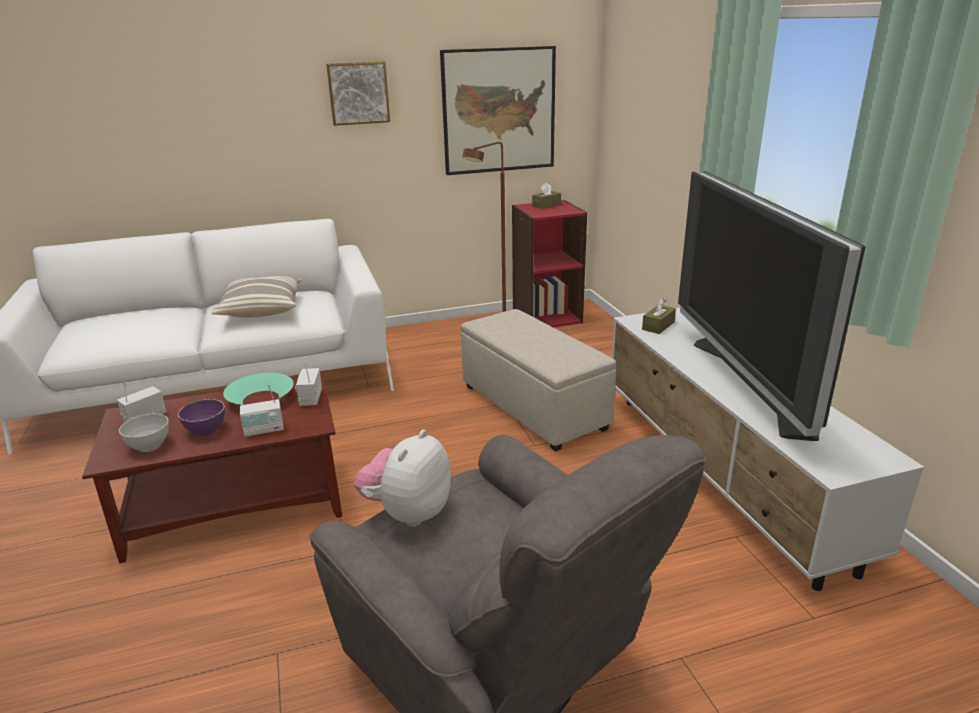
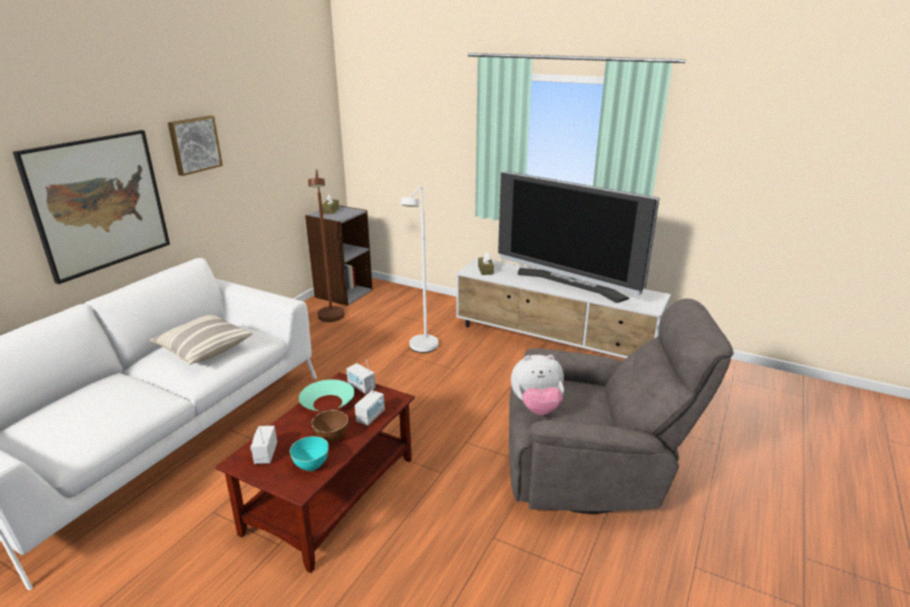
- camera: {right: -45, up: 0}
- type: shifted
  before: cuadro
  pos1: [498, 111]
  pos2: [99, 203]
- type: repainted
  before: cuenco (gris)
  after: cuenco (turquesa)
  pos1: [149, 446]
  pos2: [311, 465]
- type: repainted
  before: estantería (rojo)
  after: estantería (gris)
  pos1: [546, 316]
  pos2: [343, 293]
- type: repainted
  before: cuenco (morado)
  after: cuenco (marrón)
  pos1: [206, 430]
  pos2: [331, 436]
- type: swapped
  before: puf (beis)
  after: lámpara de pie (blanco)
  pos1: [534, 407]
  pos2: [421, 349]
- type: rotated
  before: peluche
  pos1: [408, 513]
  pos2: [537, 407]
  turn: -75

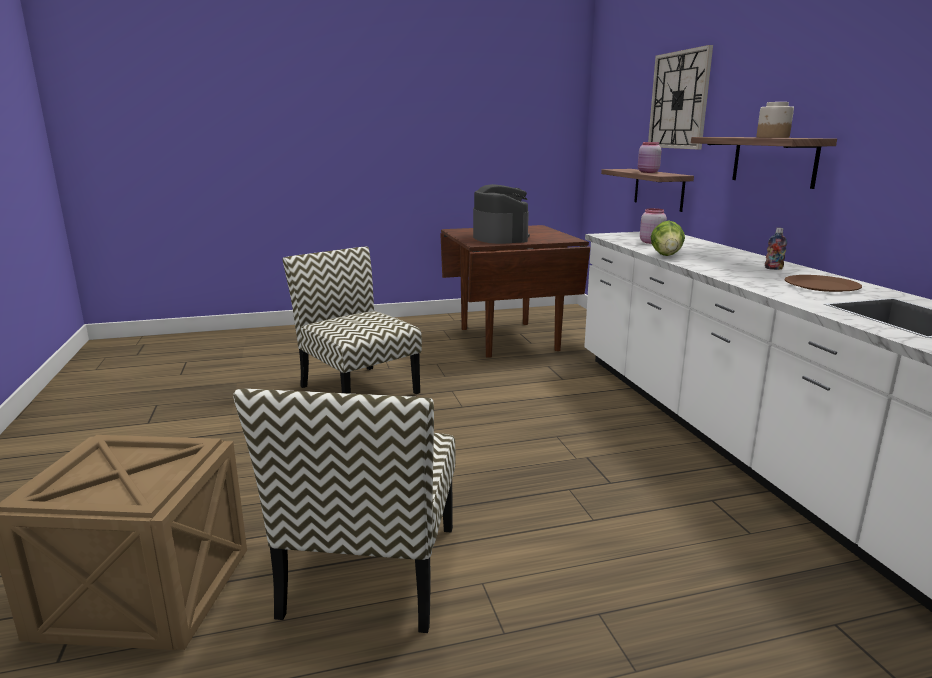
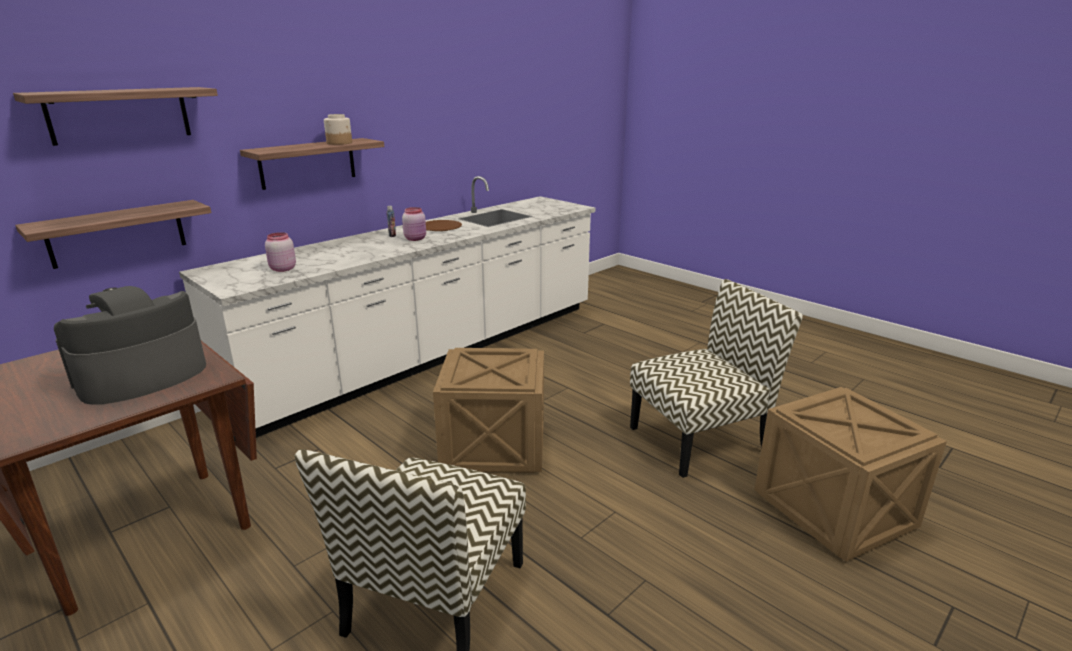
- camera: {right: -120, up: 5}
- type: swapped
  before: reloj de pared
  after: estante
  pos1: [679, 100]
  pos2: [119, 115]
- type: shifted
  before: tarro (rosa)
  pos1: [648, 172]
  pos2: [416, 239]
- type: new
  after: caja de embalaje
  pos2: [492, 446]
- type: gone
  before: lechuga
  pos1: [666, 255]

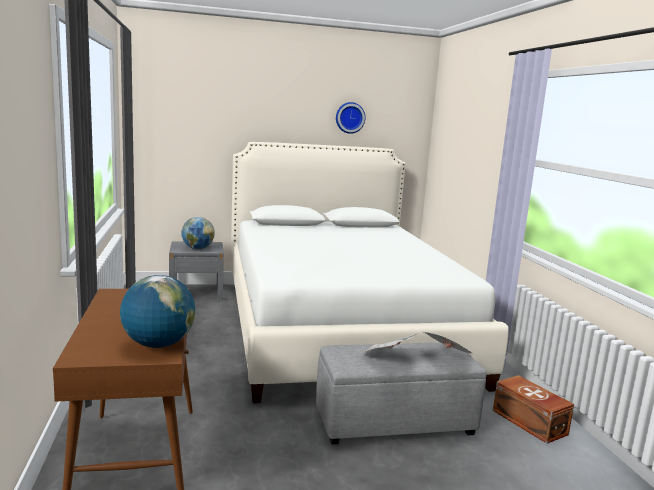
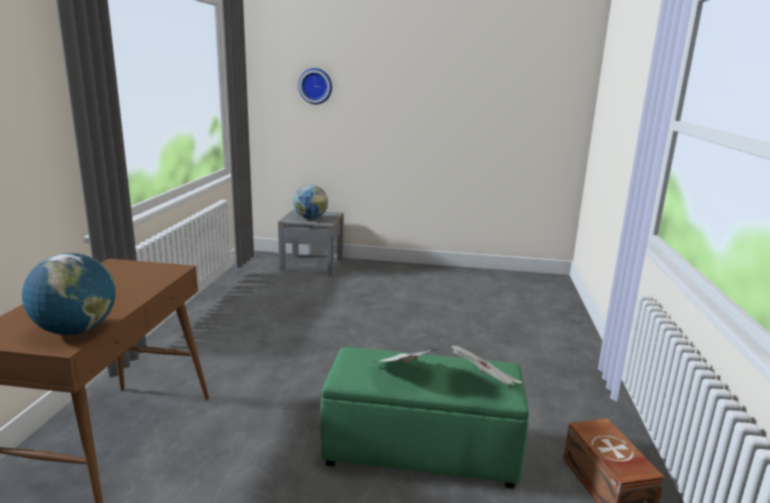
- camera: {right: 20, up: 5}
- type: shifted
  before: reloj de pared
  pos1: [349, 117]
  pos2: [316, 86]
- type: repainted
  before: puf (gris)
  after: puf (verde)
  pos1: [395, 422]
  pos2: [422, 451]
- type: gone
  before: cama (blanco)
  pos1: [339, 328]

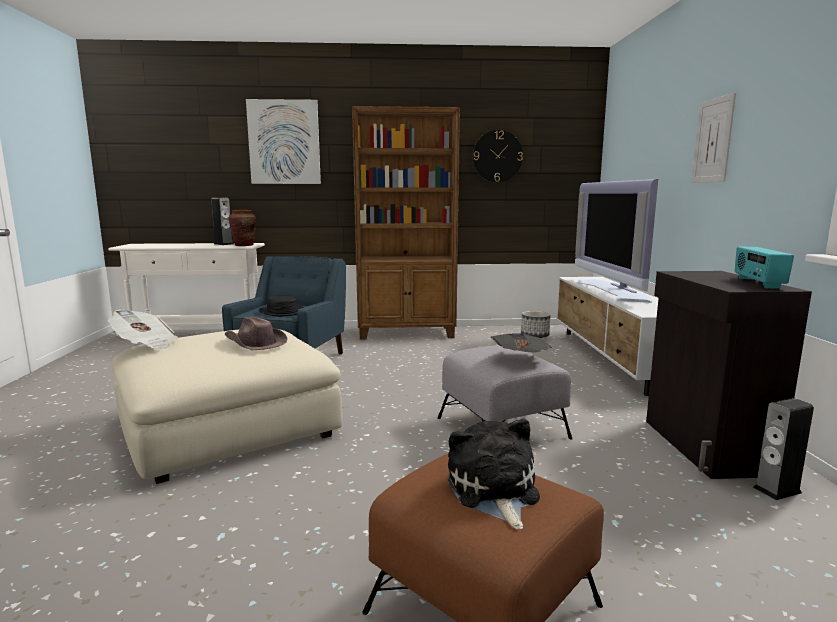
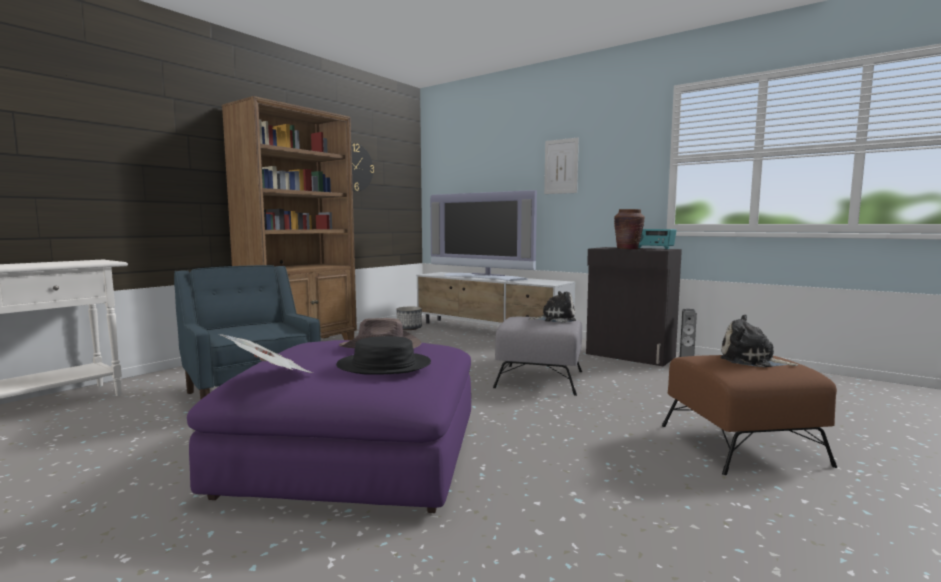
- camera: {right: -50, up: -5}
- type: repainted
  before: puf (beis)
  after: puf (morado)
  pos1: [228, 425]
  pos2: [355, 455]
- type: shifted
  before: sombrero (negro)
  pos1: [282, 311]
  pos2: [384, 365]
- type: swapped
  before: periódico
  after: peluche
  pos1: [521, 359]
  pos2: [555, 319]
- type: shifted
  before: florero (marrón)
  pos1: [244, 245]
  pos2: [627, 249]
- type: gone
  before: altavoz
  pos1: [223, 244]
- type: gone
  before: cuadro
  pos1: [284, 142]

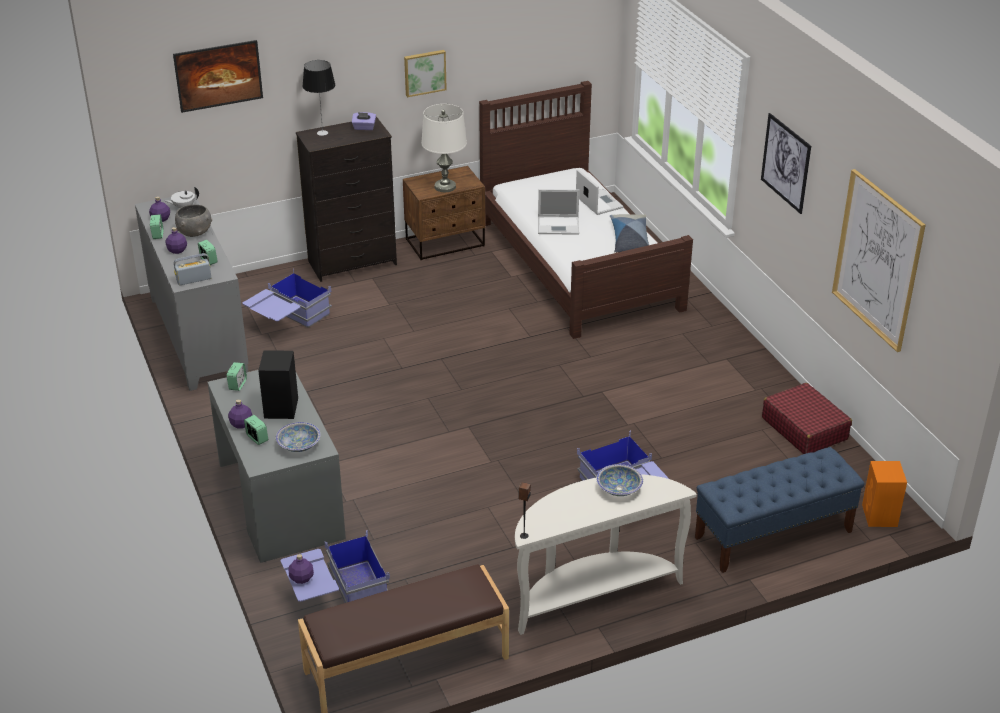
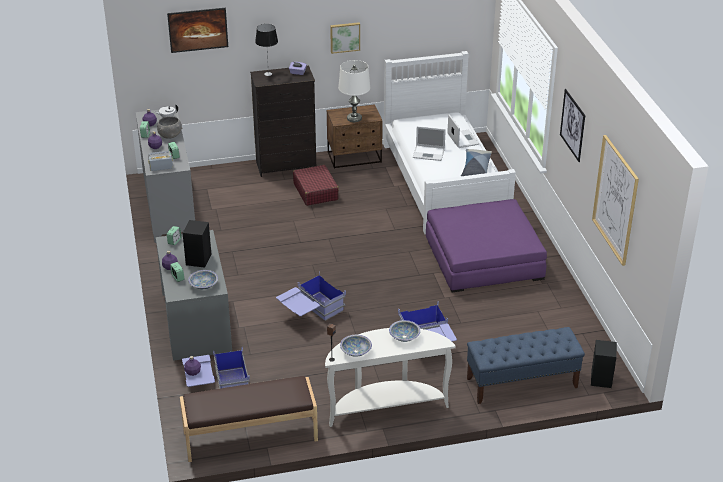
- camera: {right: 10, up: 0}
- type: shifted
  before: caja de almacenaje (azul)
  pos1: [288, 320]
  pos2: [310, 313]
- type: shifted
  before: maleta (rojo)
  pos1: [804, 428]
  pos2: [316, 191]
- type: new
  after: cuenco
  pos2: [355, 351]
- type: repainted
  before: cama (marrón)
  after: cama (blanco)
  pos1: [578, 264]
  pos2: [444, 181]
- type: new
  after: puf (morado)
  pos2: [483, 258]
- type: repainted
  before: altavoz (naranja)
  after: altavoz (negro)
  pos1: [879, 516]
  pos2: [601, 379]

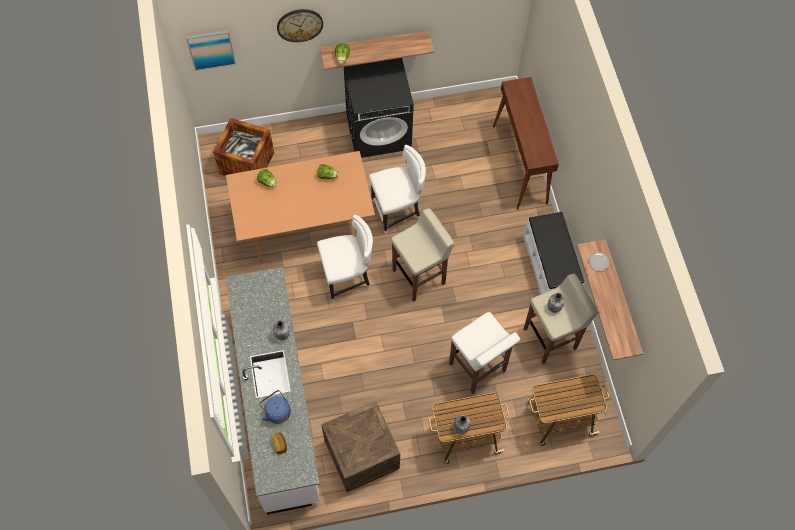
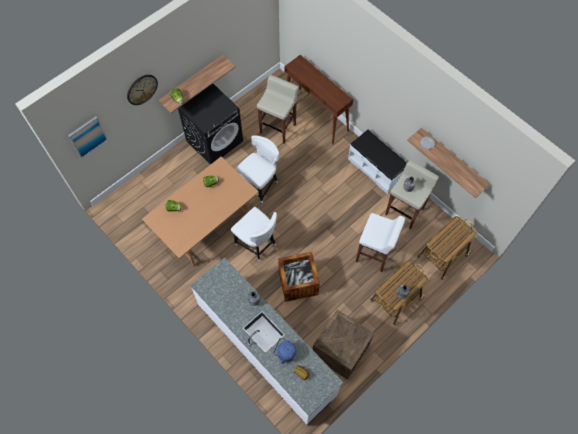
- camera: {right: -30, up: 0}
- type: rotated
  before: silla (blanco)
  pos1: [347, 278]
  pos2: [257, 244]
  turn: 90
- type: shifted
  before: taburete (beis)
  pos1: [419, 276]
  pos2: [278, 128]
- type: shifted
  before: caja de embalaje
  pos1: [247, 163]
  pos2: [298, 282]

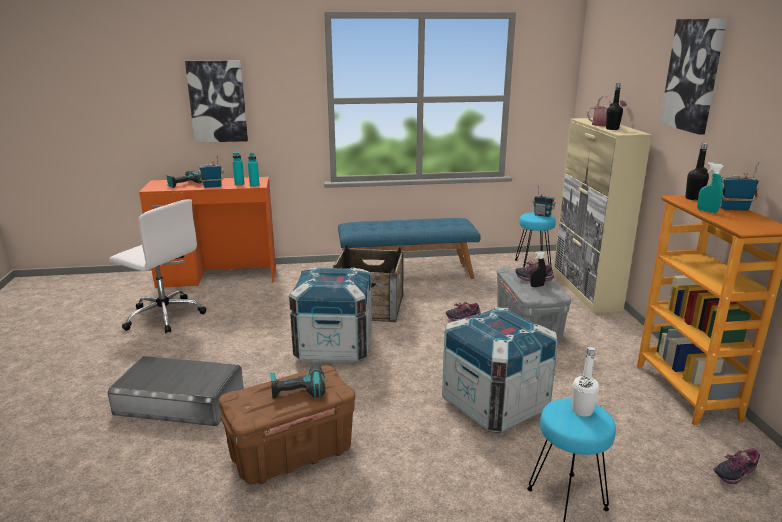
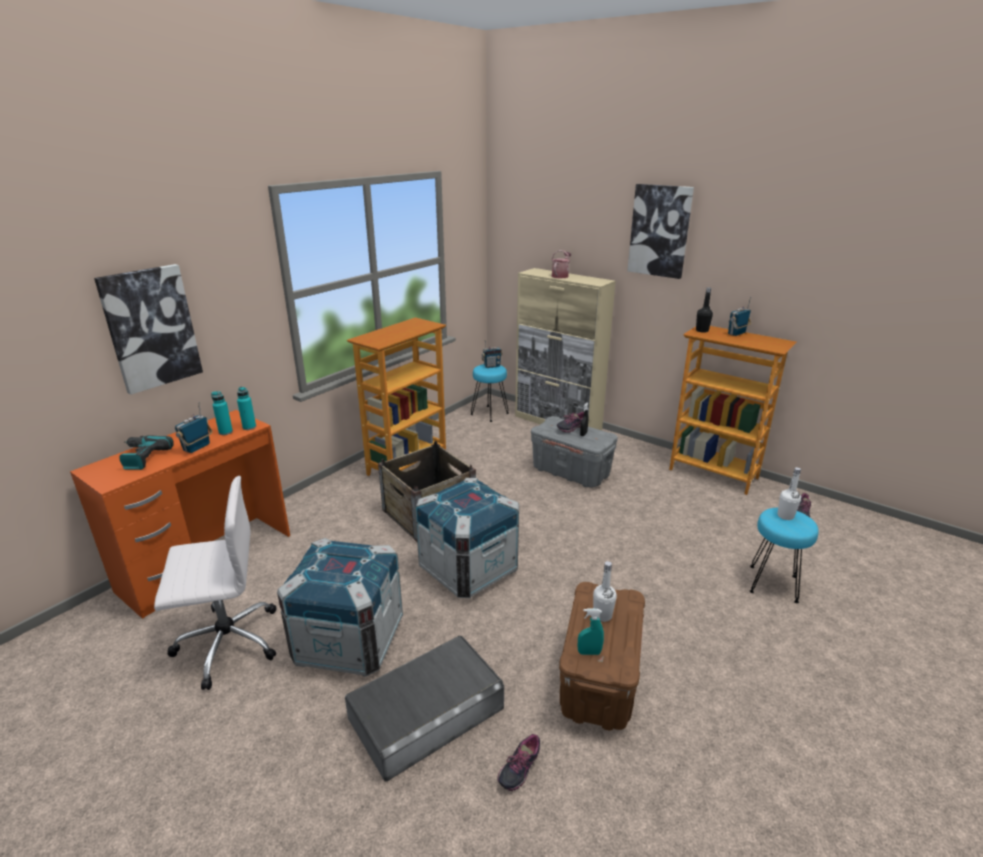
- camera: {right: -45, up: 5}
- type: shifted
  before: caja de embalaje
  pos1: [495, 405]
  pos2: [349, 641]
- type: swapped
  before: banco (azul)
  after: estantería
  pos1: [407, 273]
  pos2: [407, 465]
- type: shifted
  before: zapato
  pos1: [462, 318]
  pos2: [519, 768]
- type: shifted
  before: pulverizador (turquesa)
  pos1: [707, 211]
  pos2: [589, 652]
- type: swapped
  before: taladro
  after: botella (blanco)
  pos1: [298, 387]
  pos2: [602, 615]
- type: gone
  before: botella (negro)
  pos1: [612, 129]

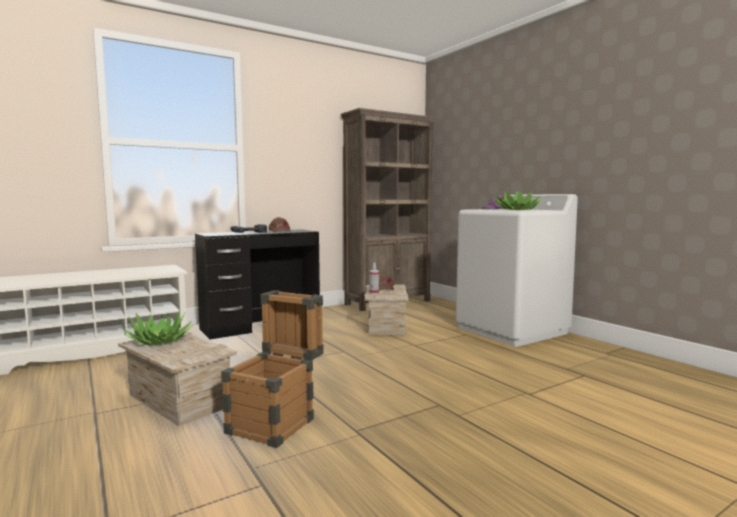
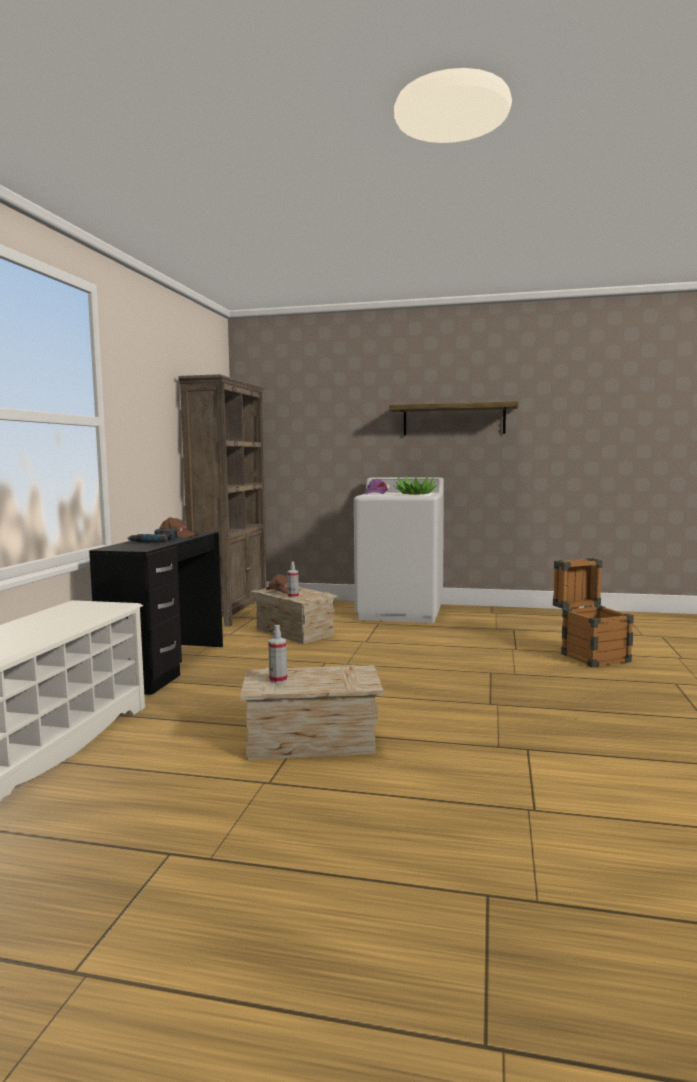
- camera: {right: -45, up: 0}
- type: swapped
  before: planta en maceta
  after: pulverizador
  pos1: [159, 340]
  pos2: [278, 680]
- type: new
  after: estante
  pos2: [453, 420]
- type: shifted
  before: caja de embalaje
  pos1: [277, 421]
  pos2: [590, 655]

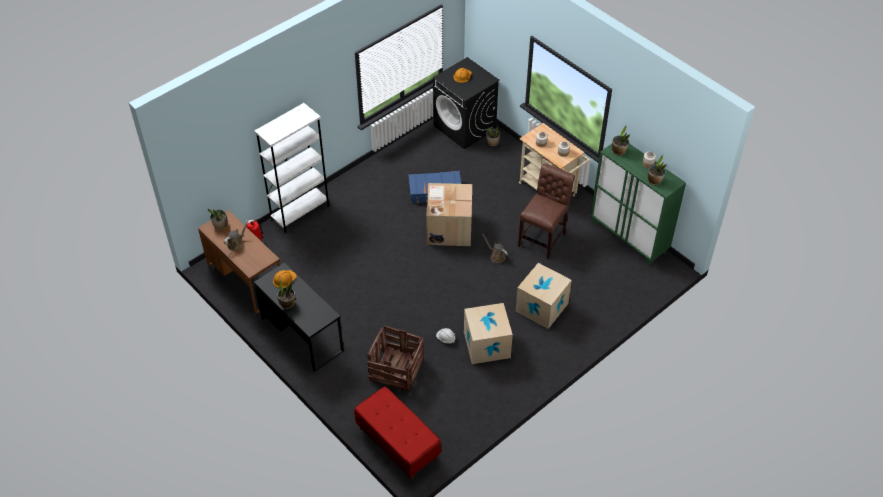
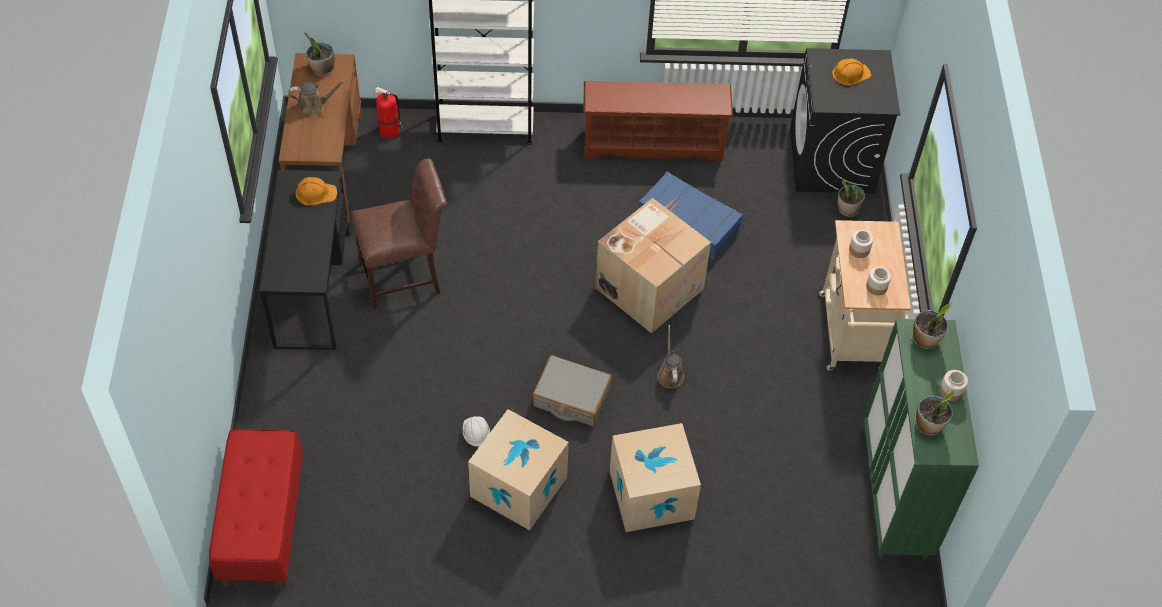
- camera: {right: 40, up: 5}
- type: shifted
  before: silla (marrón)
  pos1: [543, 238]
  pos2: [405, 277]
- type: new
  after: maleta (gris)
  pos2: [571, 397]
- type: new
  after: zapatero (marrón)
  pos2: [653, 144]
- type: gone
  before: planta en maceta
  pos1: [287, 303]
- type: gone
  before: caja de embalaje
  pos1: [396, 368]

